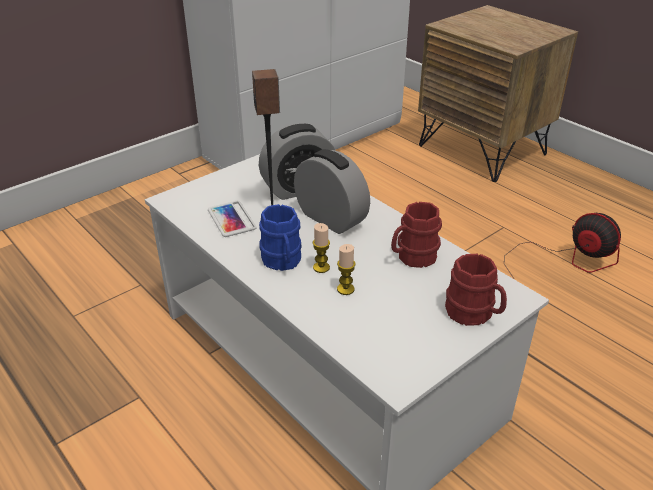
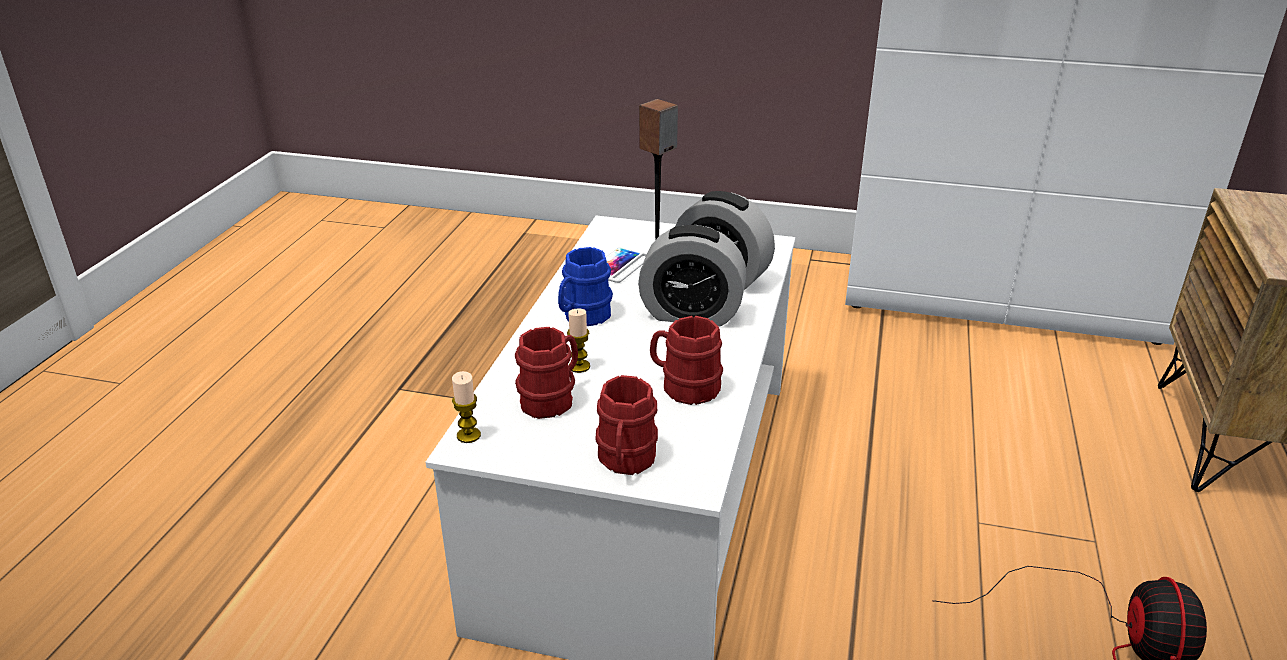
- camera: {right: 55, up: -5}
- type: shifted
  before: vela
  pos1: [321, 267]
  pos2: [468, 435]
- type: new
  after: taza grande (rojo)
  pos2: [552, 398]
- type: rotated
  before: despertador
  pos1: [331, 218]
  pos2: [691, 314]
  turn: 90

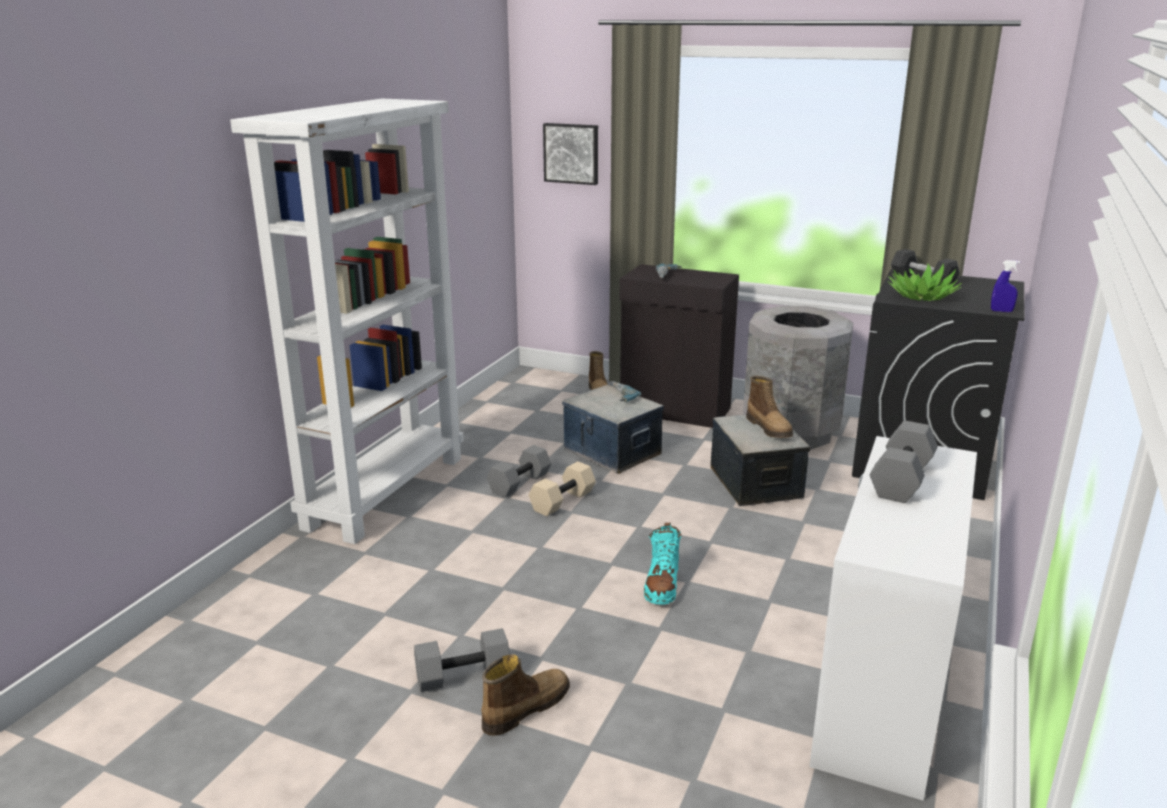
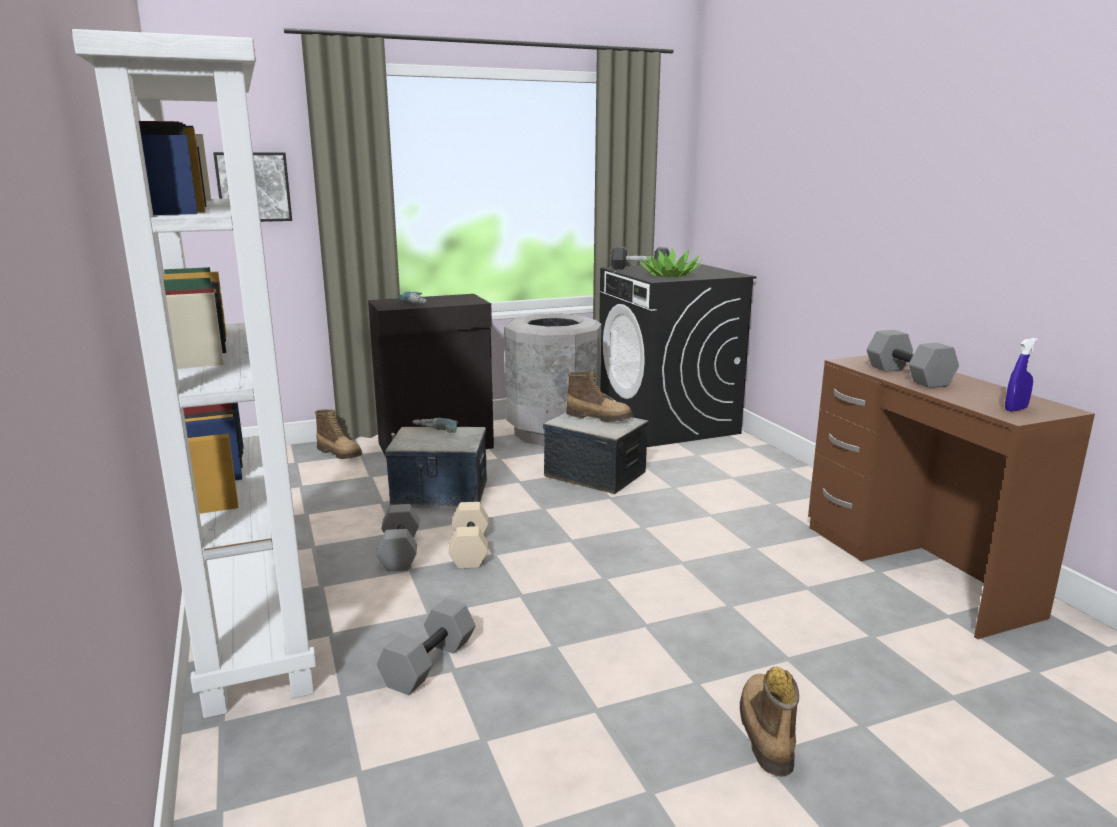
- camera: {right: -45, up: -5}
- type: shifted
  before: mancuerna (gris)
  pos1: [464, 675]
  pos2: [428, 662]
- type: repainted
  before: escritorio (blanco)
  after: escritorio (marrón)
  pos1: [884, 693]
  pos2: [916, 569]
- type: shifted
  before: pulverizador (azul)
  pos1: [1001, 311]
  pos2: [1015, 409]
- type: gone
  before: bota (turquesa)
  pos1: [662, 585]

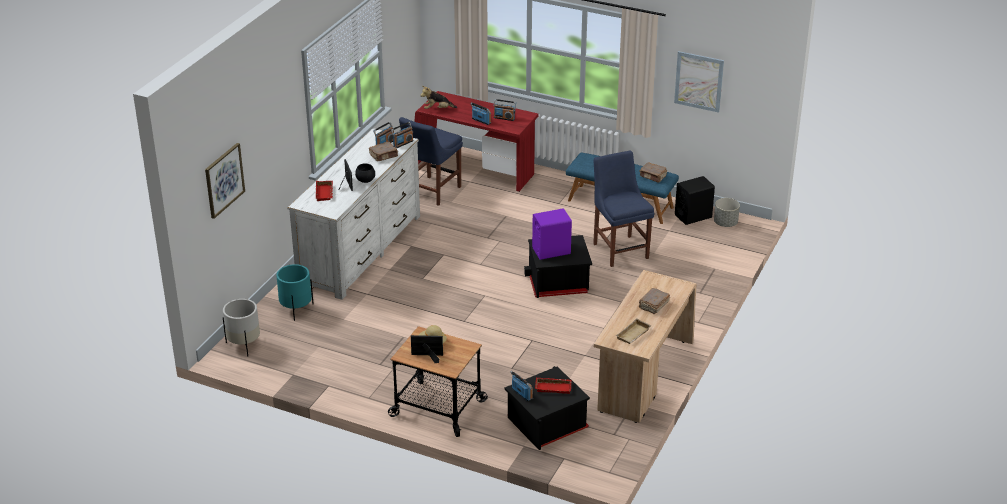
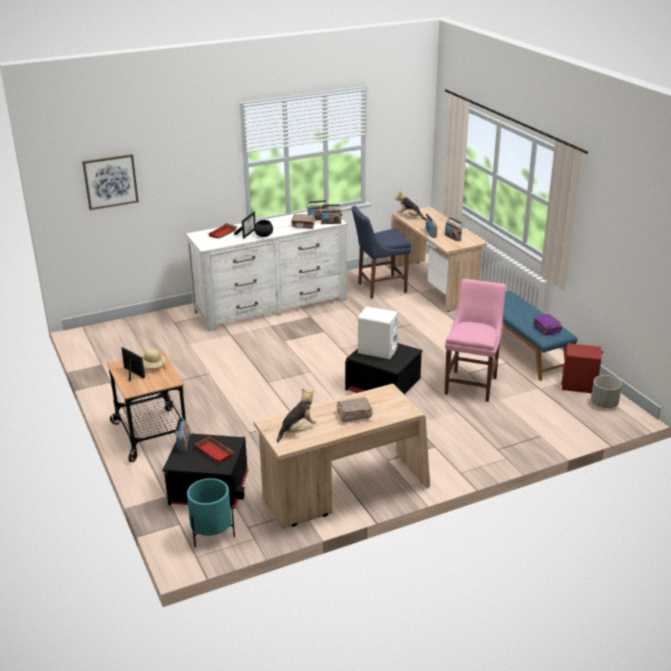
- camera: {right: 40, up: -5}
- type: shifted
  before: maceta (turquesa)
  pos1: [296, 309]
  pos2: [212, 534]
- type: swapped
  before: bandeja (beis)
  after: peluche
  pos1: [634, 335]
  pos2: [297, 430]
- type: repainted
  before: altavoz (morado)
  after: altavoz (blanco)
  pos1: [551, 251]
  pos2: [377, 351]
- type: repainted
  before: escritorio (rojo)
  after: escritorio (beis)
  pos1: [474, 171]
  pos2: [433, 286]
- type: repainted
  before: silla (azul)
  after: silla (rosa)
  pos1: [619, 249]
  pos2: [472, 384]
- type: repainted
  before: libro (marrón)
  after: libro (morado)
  pos1: [653, 176]
  pos2: [547, 329]
- type: repainted
  before: altavoz (negro)
  after: altavoz (rojo)
  pos1: [693, 216]
  pos2: [579, 386]
- type: gone
  before: maceta (blanco)
  pos1: [244, 345]
- type: gone
  before: cuadro
  pos1: [699, 81]

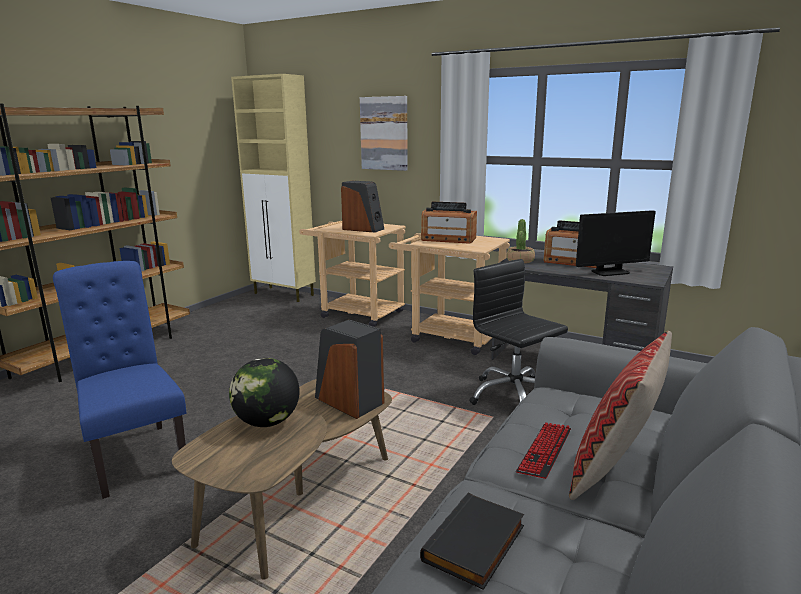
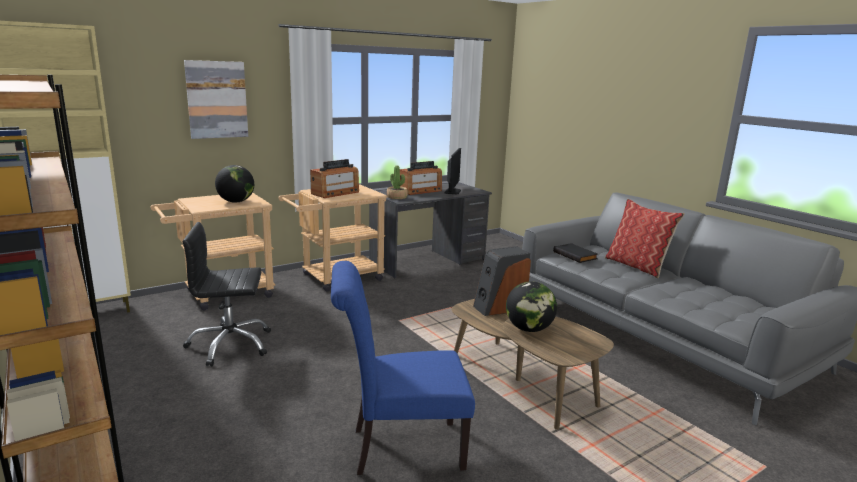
- camera: {right: -65, up: 0}
- type: shifted
  before: silla de oficina (negro)
  pos1: [513, 396]
  pos2: [230, 345]
- type: swapped
  before: altavoz
  after: globo terráqueo
  pos1: [363, 229]
  pos2: [236, 202]
- type: shifted
  before: libro (negro)
  pos1: [476, 544]
  pos2: [576, 255]
- type: gone
  before: teclado
  pos1: [544, 451]

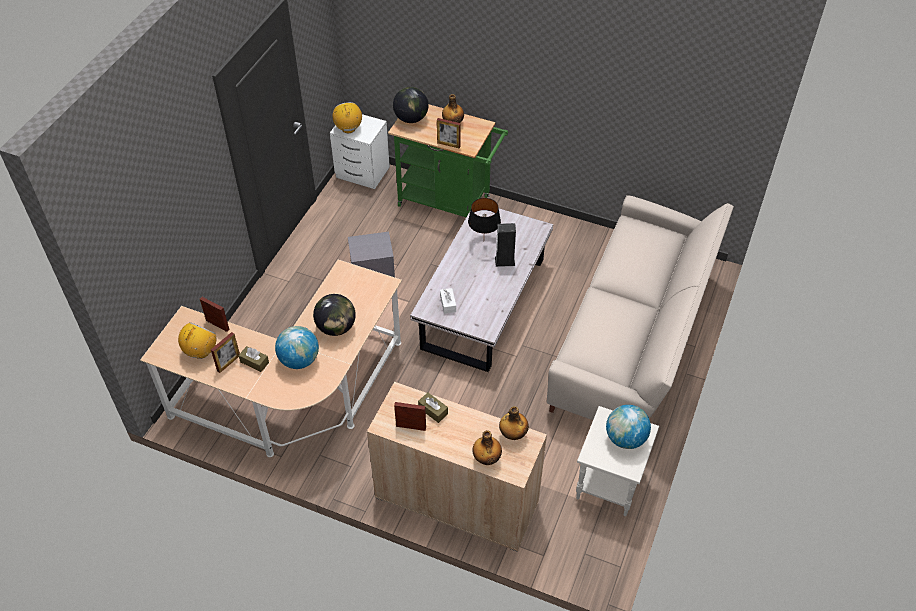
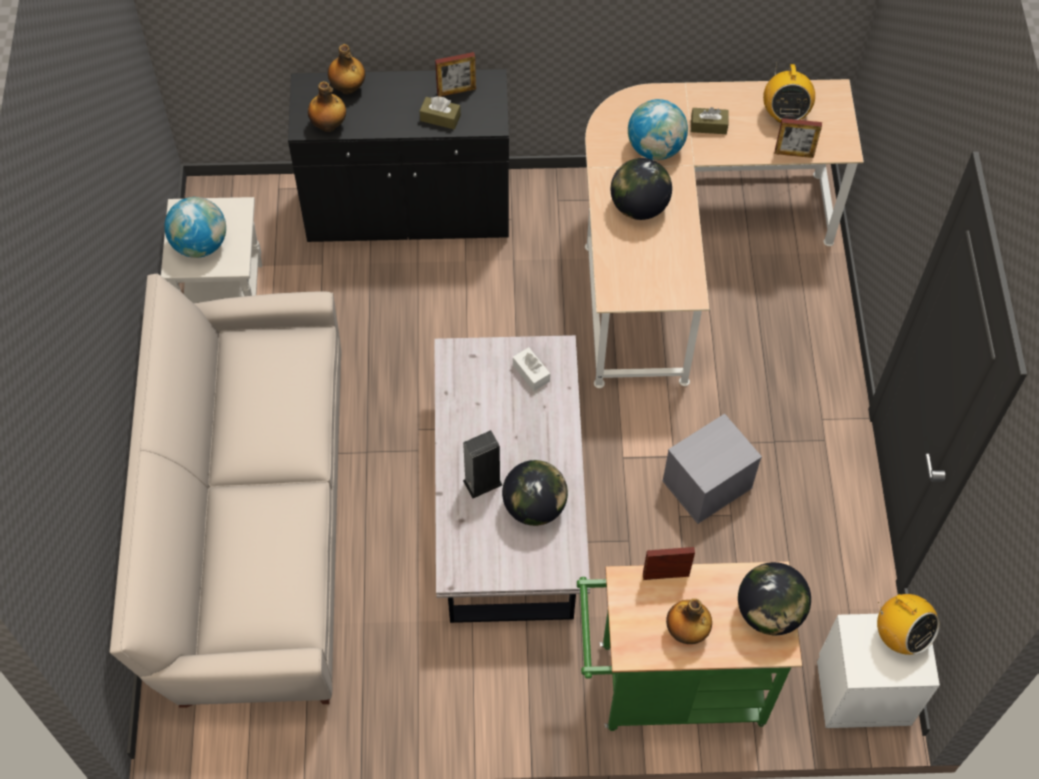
- camera: {right: 155, up: 10}
- type: repainted
  before: armario (beis)
  after: armario (negro)
  pos1: [457, 500]
  pos2: [408, 210]
- type: swapped
  before: lámpara de mesa (negro)
  after: globo terráqueo
  pos1: [483, 242]
  pos2: [534, 507]
- type: gone
  before: portarretratos
  pos1: [228, 363]

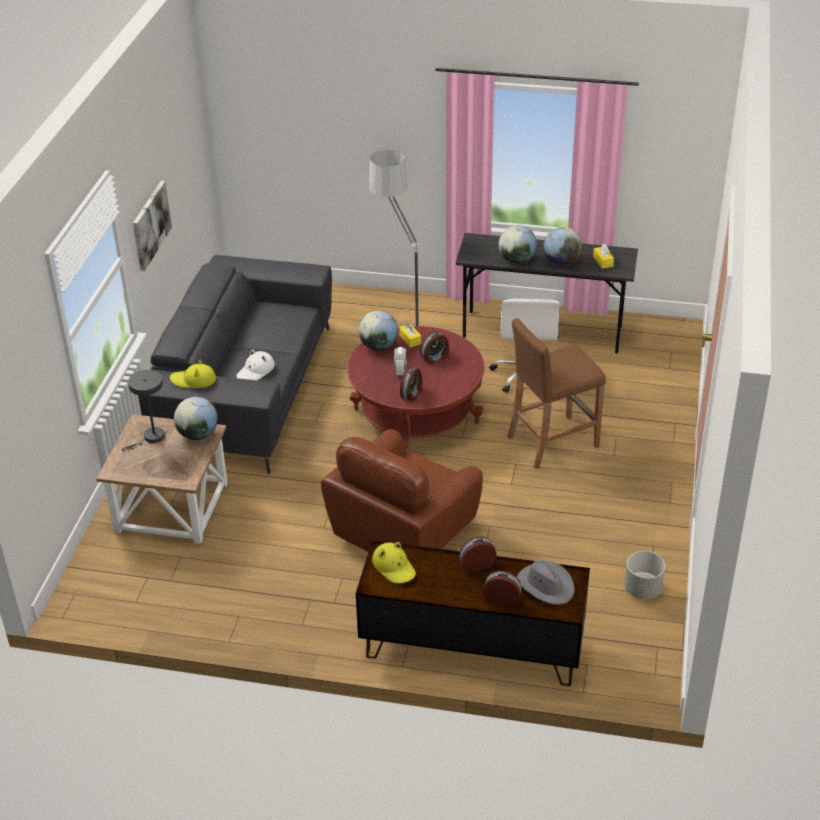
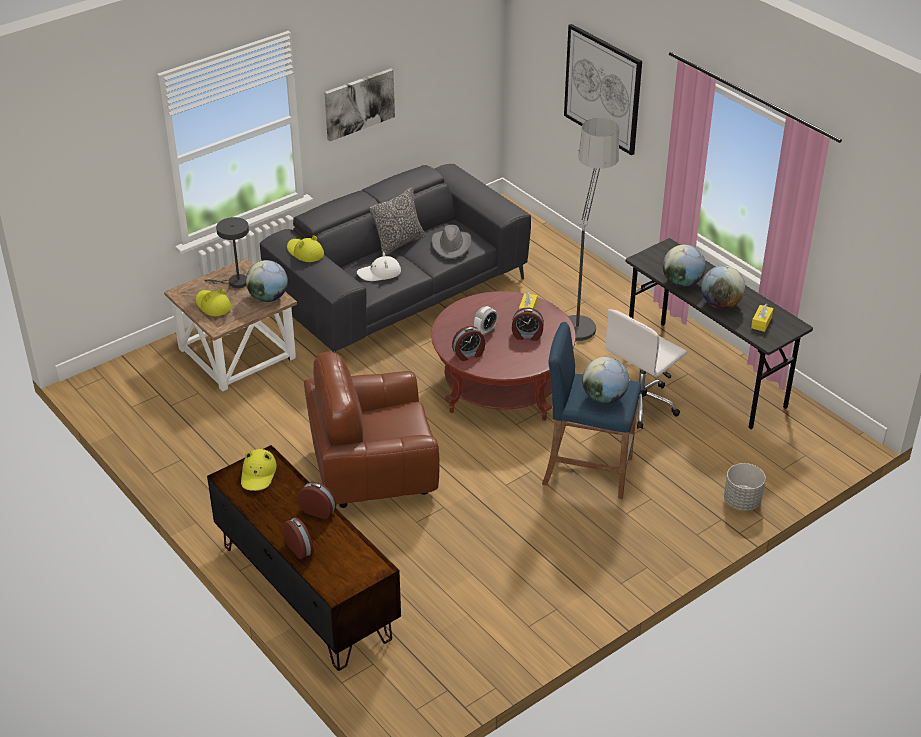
- camera: {right: 40, up: 0}
- type: new
  after: sombrero (amarillo)
  pos2: [213, 305]
- type: new
  after: cojín
  pos2: [398, 243]
- type: shifted
  before: sombrero (gris)
  pos1: [546, 585]
  pos2: [451, 245]
- type: repainted
  before: taburete (marrón)
  after: taburete (azul)
  pos1: [552, 441]
  pos2: [587, 471]
- type: new
  after: cuadro
  pos2: [602, 88]
- type: shifted
  before: globo terráqueo
  pos1: [379, 346]
  pos2: [604, 398]
- type: shifted
  before: maceta (gris)
  pos1: [643, 589]
  pos2: [742, 502]

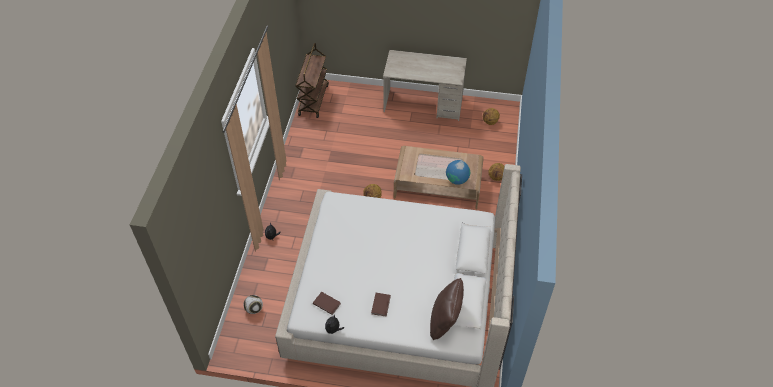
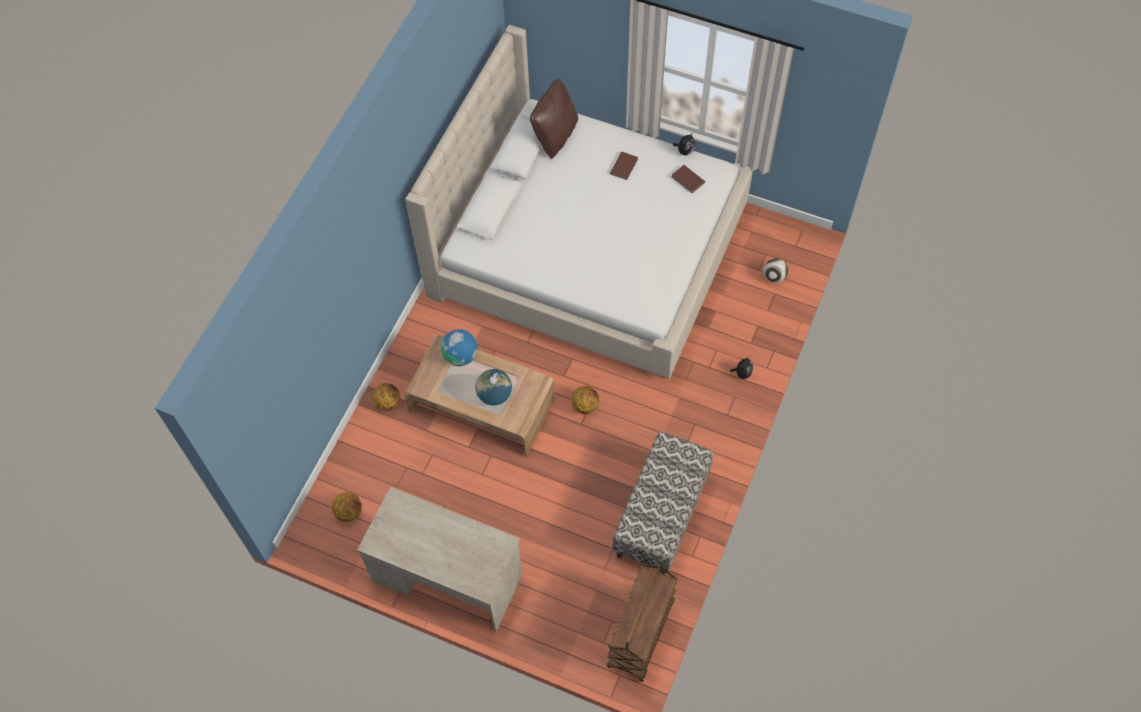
- camera: {right: -165, up: 10}
- type: new
  after: globo terráqueo
  pos2: [494, 395]
- type: new
  after: banco
  pos2: [661, 515]

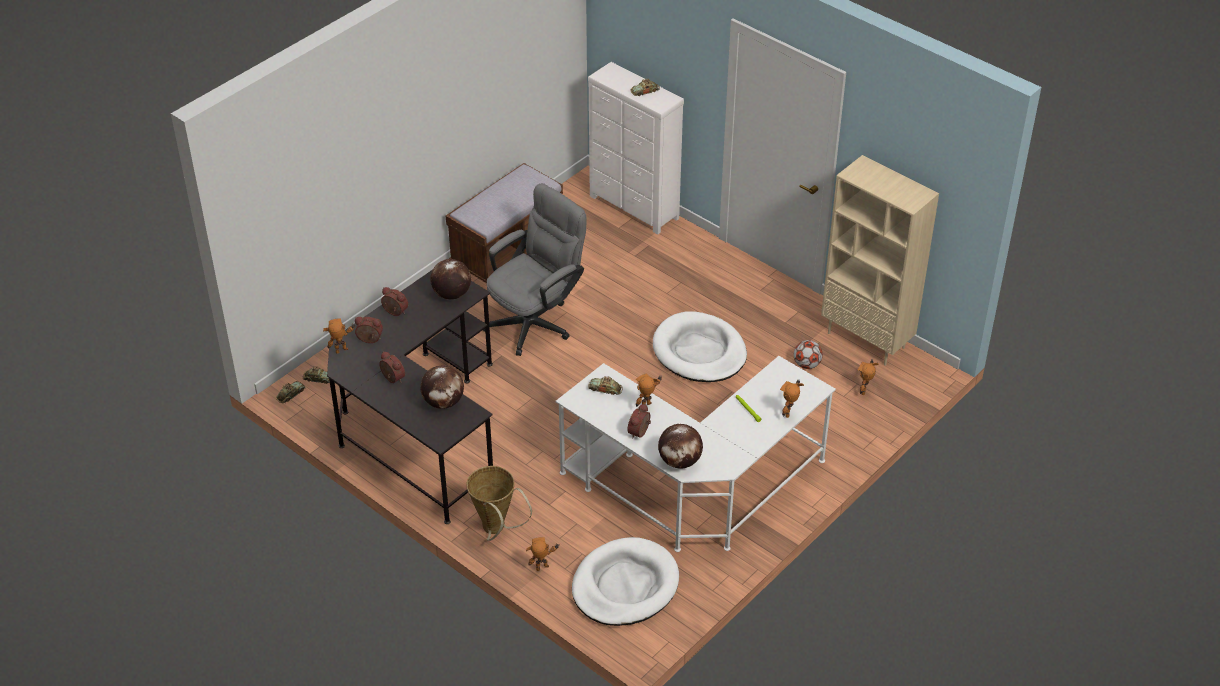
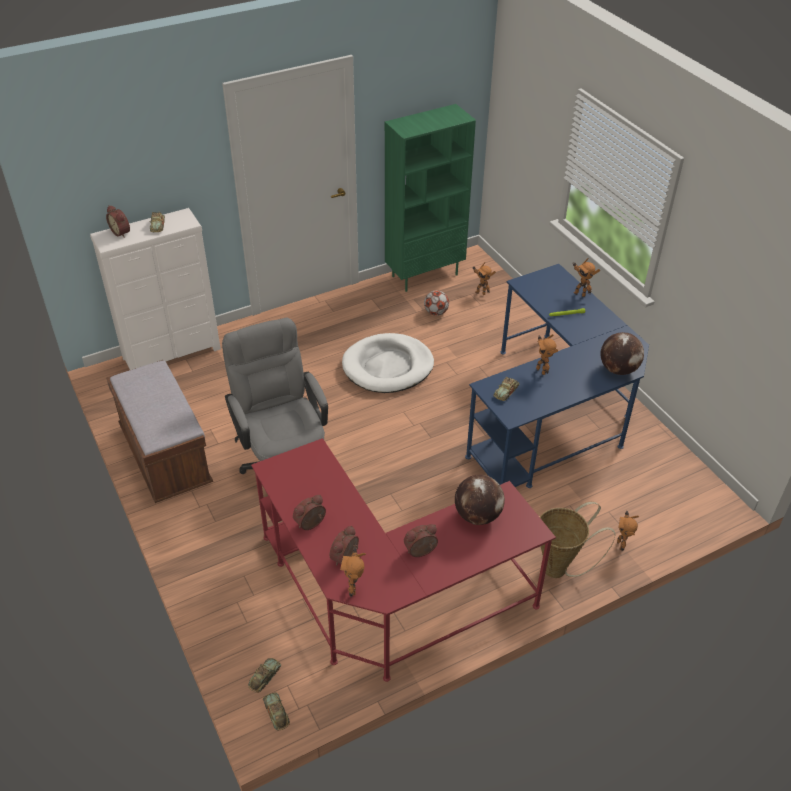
- camera: {right: -70, up: 0}
- type: shifted
  before: despertador
  pos1: [640, 432]
  pos2: [122, 232]
- type: repainted
  before: escritorio (negro)
  after: escritorio (rojo)
  pos1: [418, 426]
  pos2: [387, 597]
- type: repainted
  before: estantería (beis)
  after: estantería (verde)
  pos1: [867, 340]
  pos2: [425, 275]
- type: repainted
  before: escritorio (blanco)
  after: escritorio (azul)
  pos1: [695, 489]
  pos2: [553, 416]
- type: gone
  before: globo terráqueo
  pos1: [451, 294]
- type: gone
  before: cama para perro (blanco)
  pos1: [625, 586]

